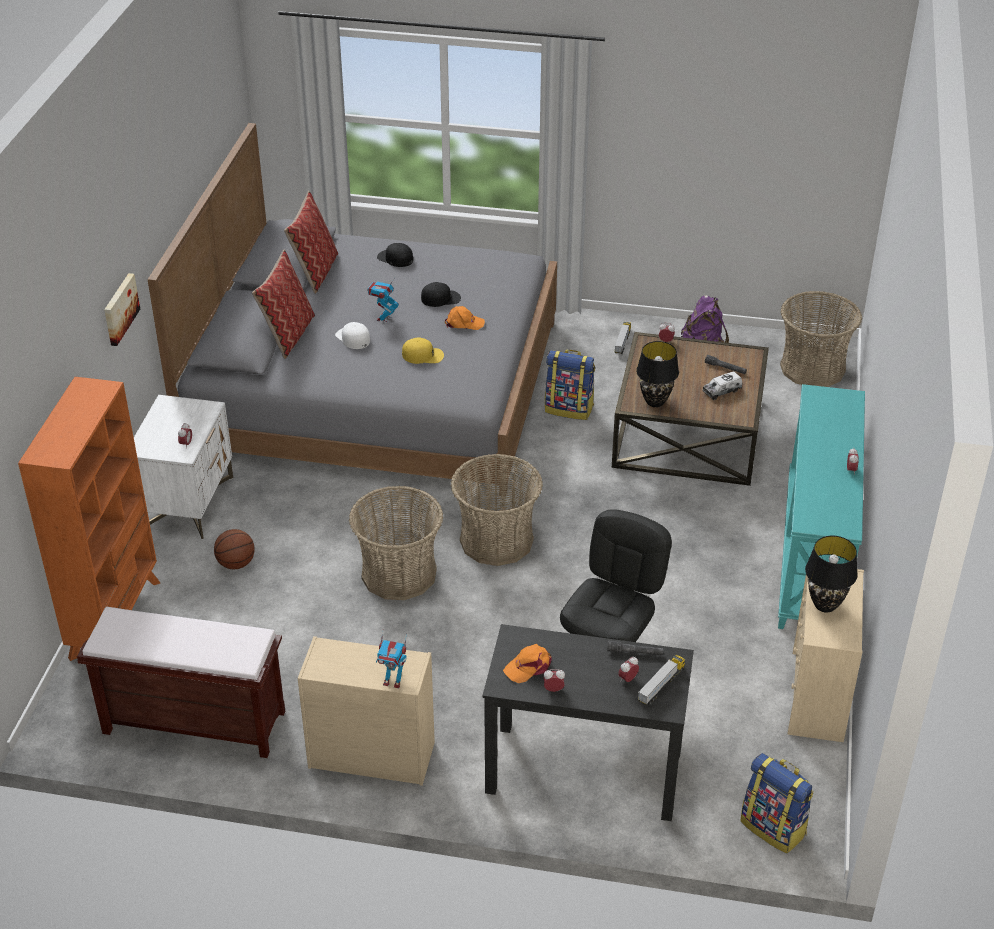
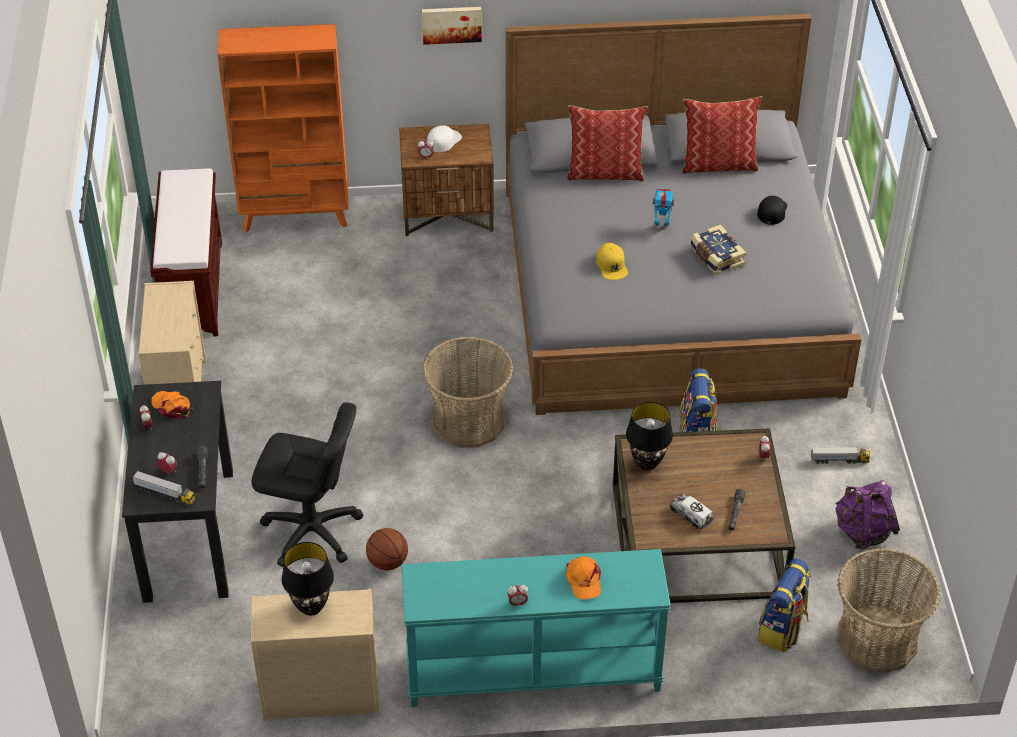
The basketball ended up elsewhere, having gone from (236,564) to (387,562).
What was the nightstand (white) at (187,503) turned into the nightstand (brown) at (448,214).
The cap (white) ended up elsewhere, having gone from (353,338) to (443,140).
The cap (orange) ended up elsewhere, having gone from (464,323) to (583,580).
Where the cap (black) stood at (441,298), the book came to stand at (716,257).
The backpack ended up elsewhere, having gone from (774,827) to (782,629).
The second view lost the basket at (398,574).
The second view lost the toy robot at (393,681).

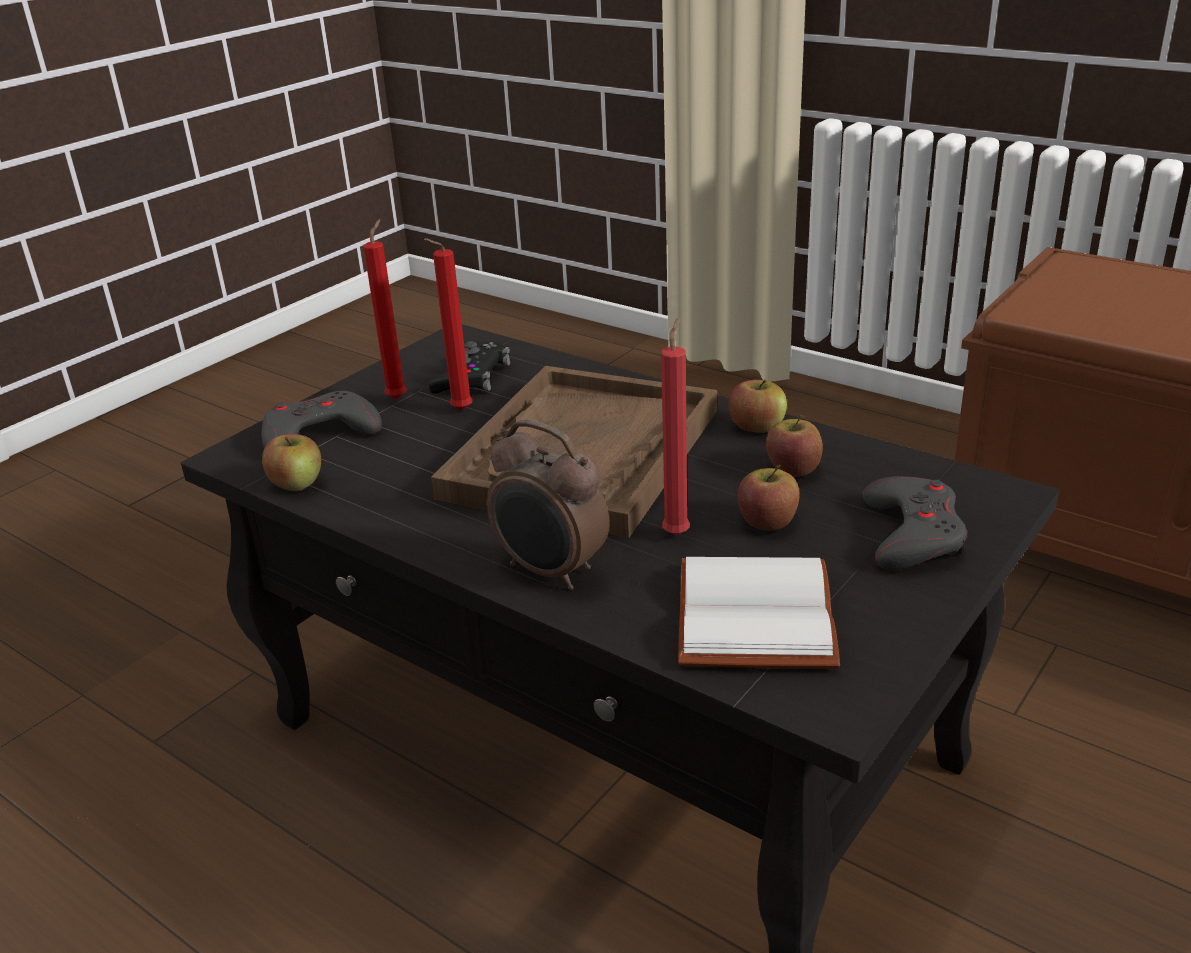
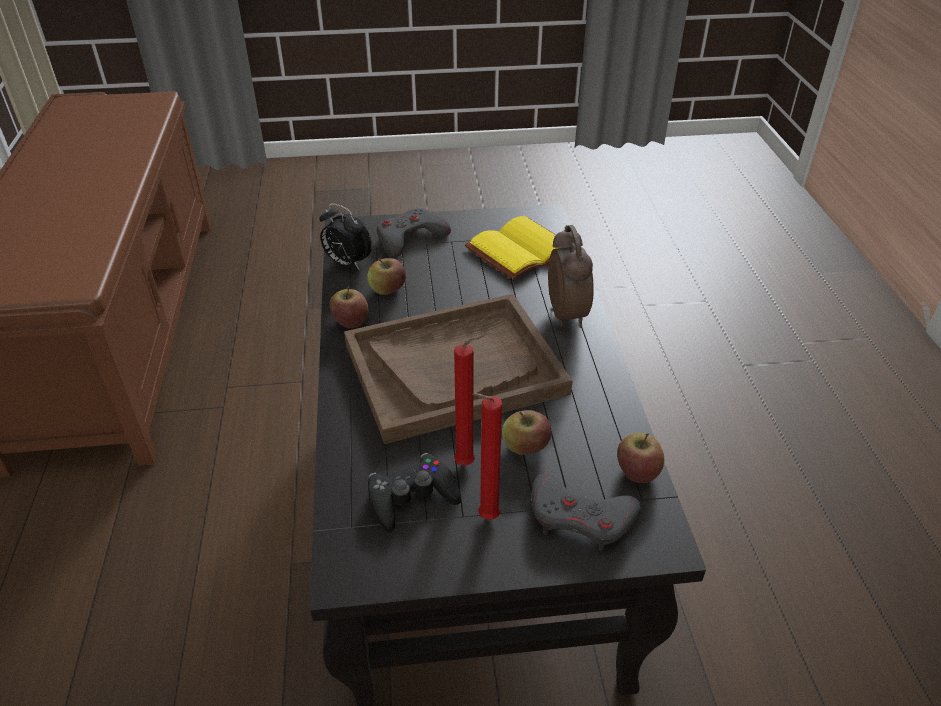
The second view gained the alarm clock at (347,263).
What was the book (white) at (760,618) turned into the book (yellow) at (519,248).
The apple ended up elsewhere, having gone from (767,521) to (525,447).
The second view lost the candle (red) at (677,533).

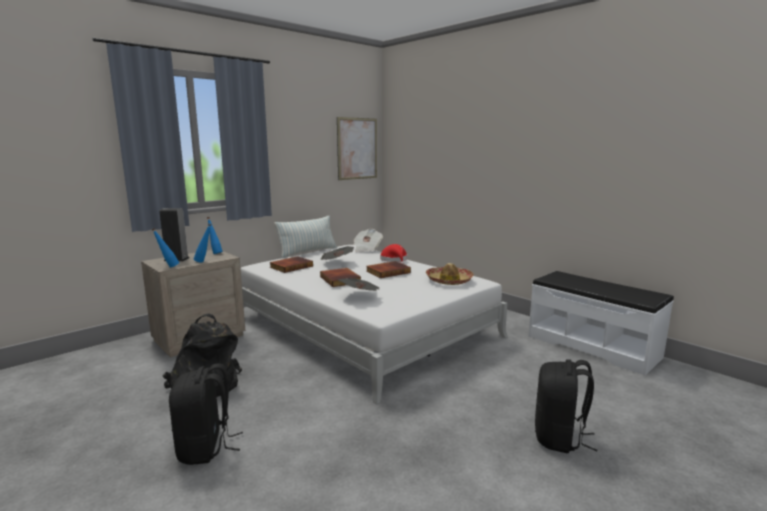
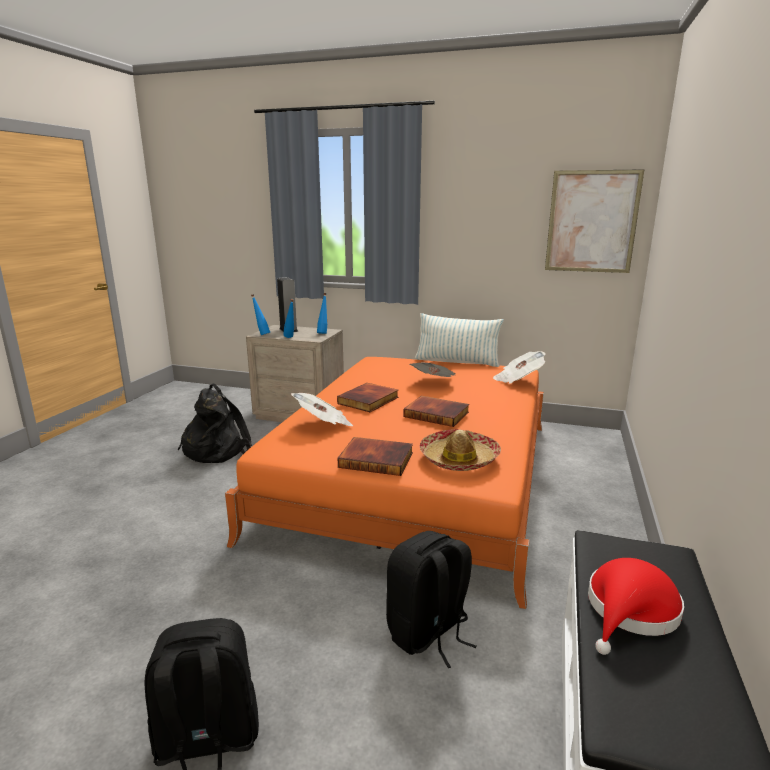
What was the bed (white) at (363,326) turned into the bed (orange) at (416,476).
The book ended up elsewhere, having gone from (291,266) to (377,459).
The backpack (black) ended up elsewhere, having gone from (206,448) to (428,633).
The hat (red) ended up elsewhere, having gone from (394,260) to (630,611).

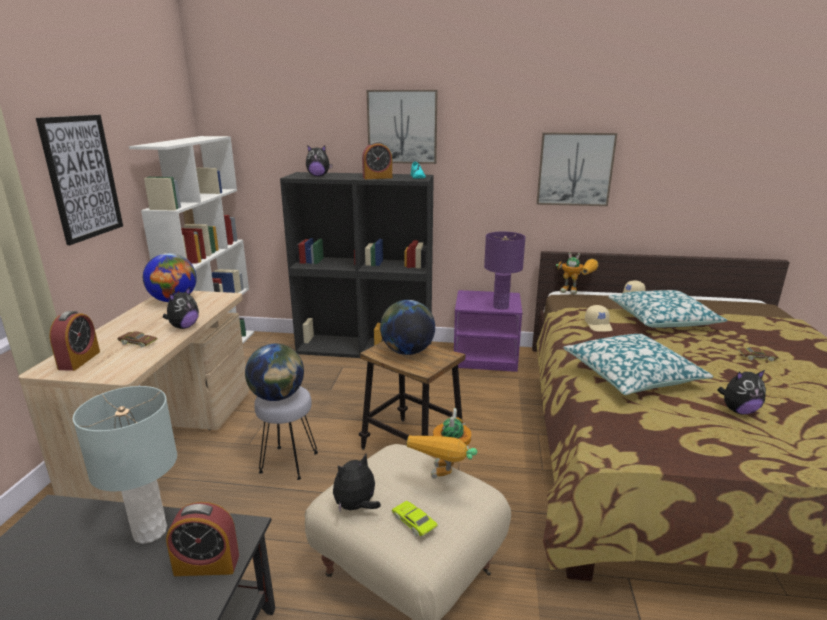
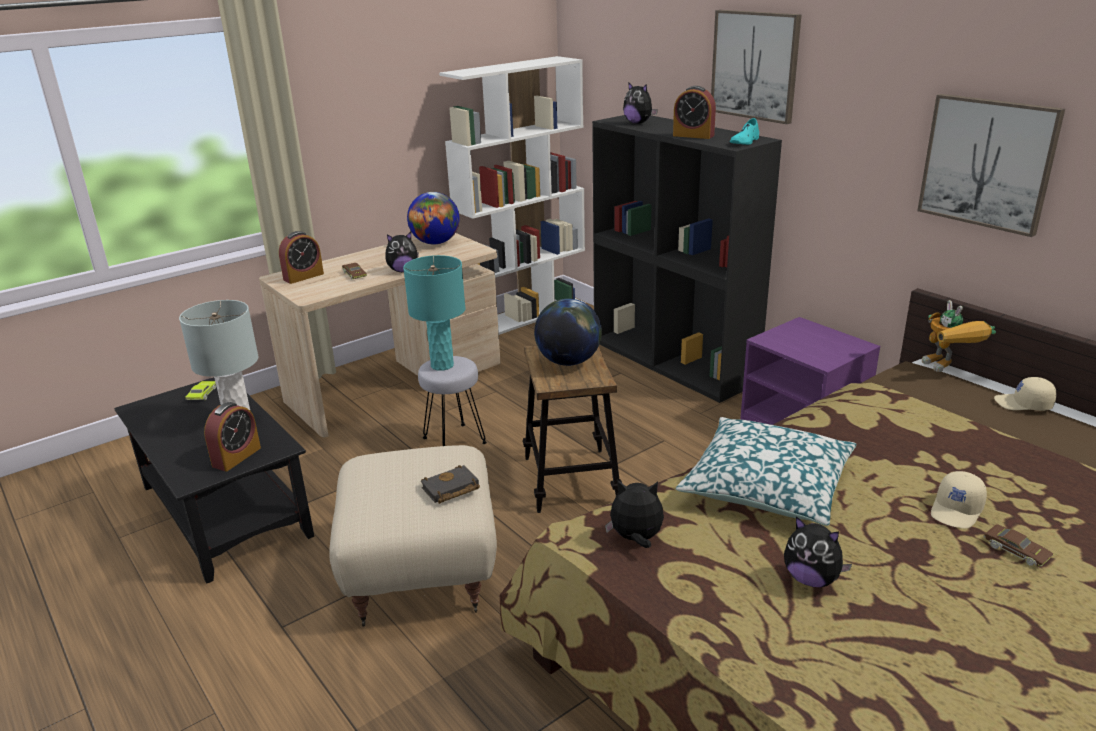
The toy car (green) ended up elsewhere, having gone from (414,522) to (202,394).
The alarm clock at (207,564) ended up facing another way, 105 degrees counterclockwise from before.
Where the globe stood at (277,396), the table lamp (turquoise) came to stand at (442,365).
Where the toy robot stood at (446,479), the book (black) came to stand at (450,490).
The plush toy ended up elsewhere, having gone from (356,507) to (636,539).
The cap (beige) ended up elsewhere, having gone from (598,325) to (957,511).
The second view lost the picture at (82,178).
The second view lost the table lamp (purple) at (501,306).
The second view lost the pillow at (661,319).

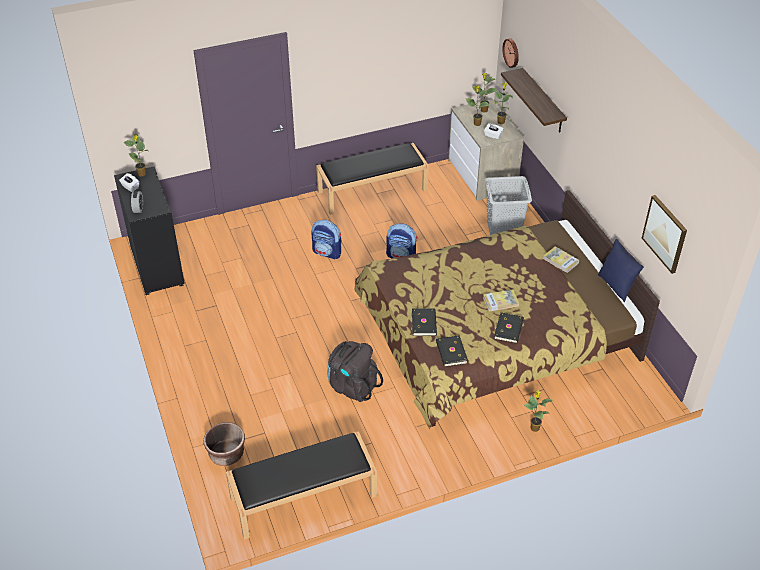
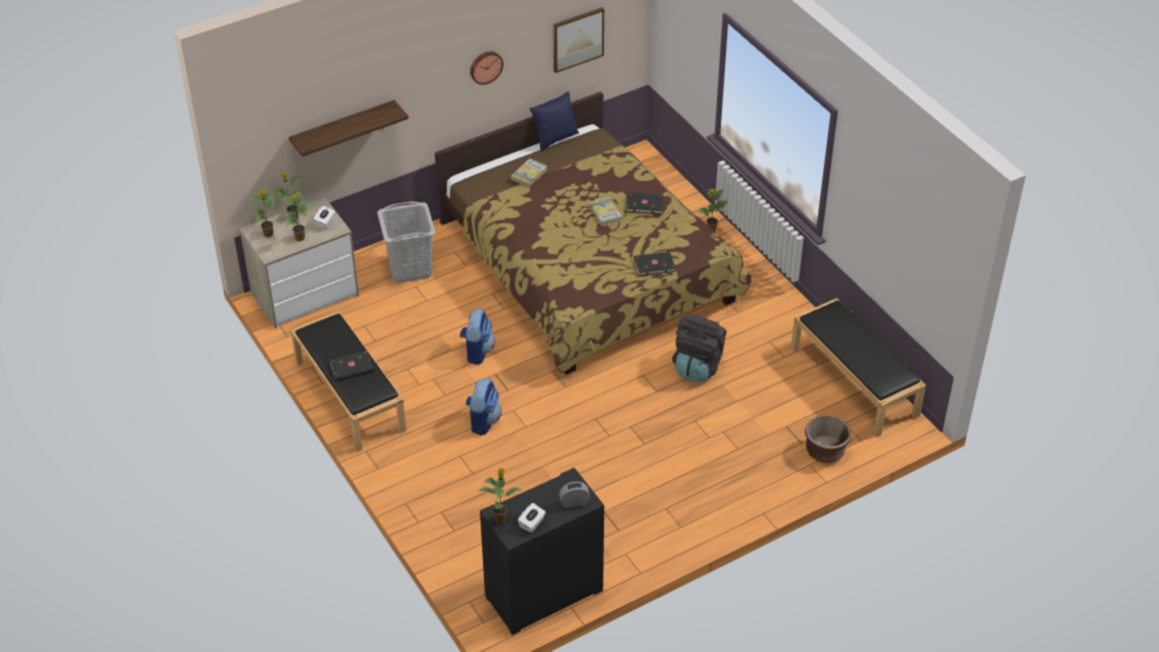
The book (black) ended up elsewhere, having gone from (450,352) to (352,368).
The wall clock ended up elsewhere, having gone from (512,52) to (485,67).

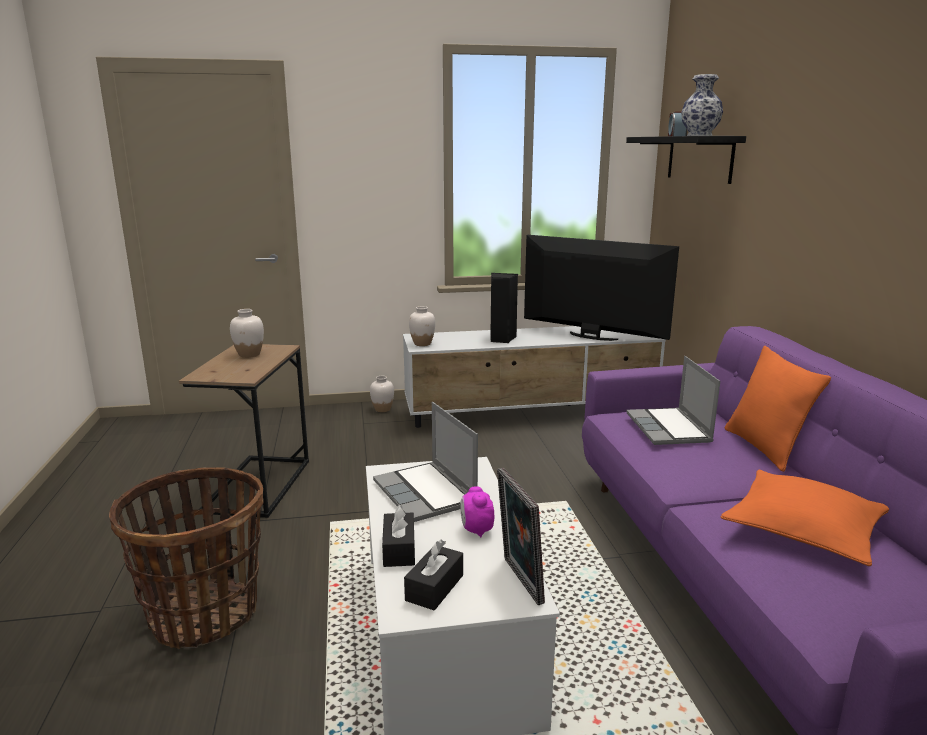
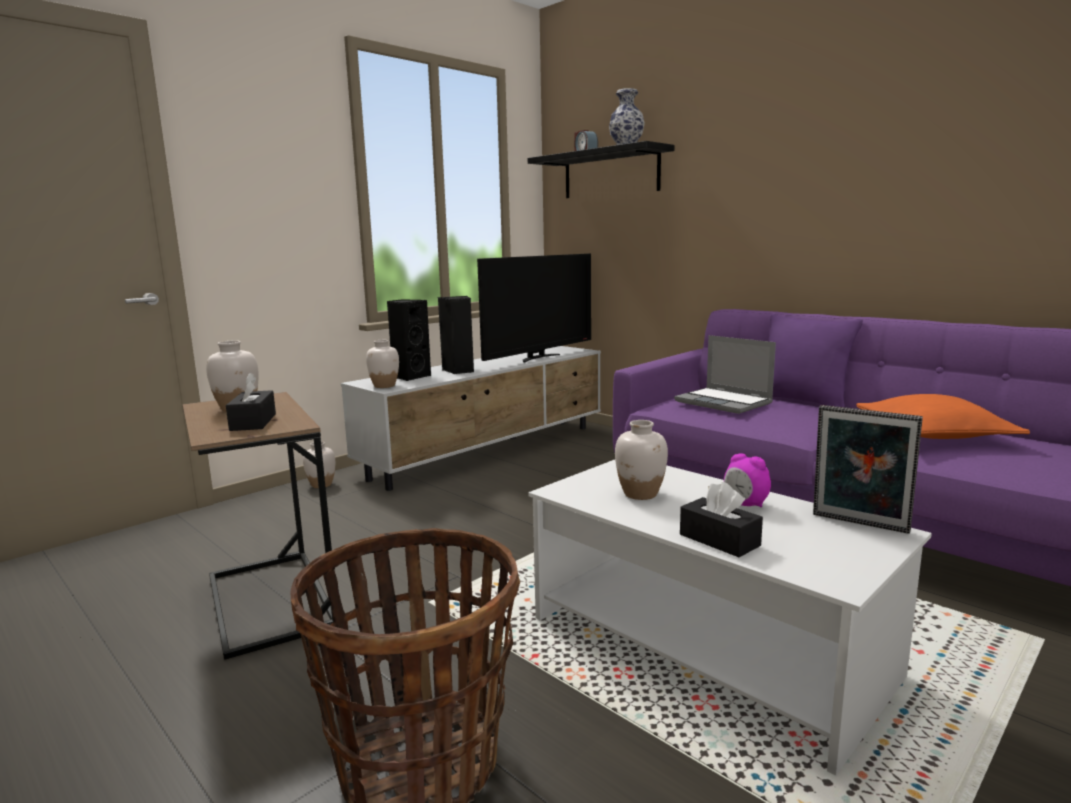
The tissue box (black) ended up elsewhere, having gone from (434,587) to (253,422).
The second view gained the speaker (black) at (410,376).
The television at (591,337) ended up facing another way, 135 degrees clockwise from before.
Where the laptop stood at (426,494), the vase (white) came to stand at (640,494).
What was the pillow (orange) at (764,448) turned into the pillow (purple) at (802,401).

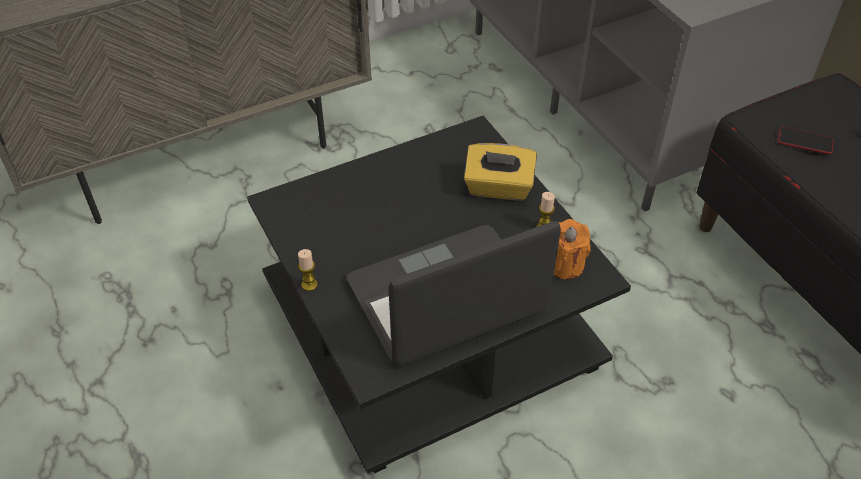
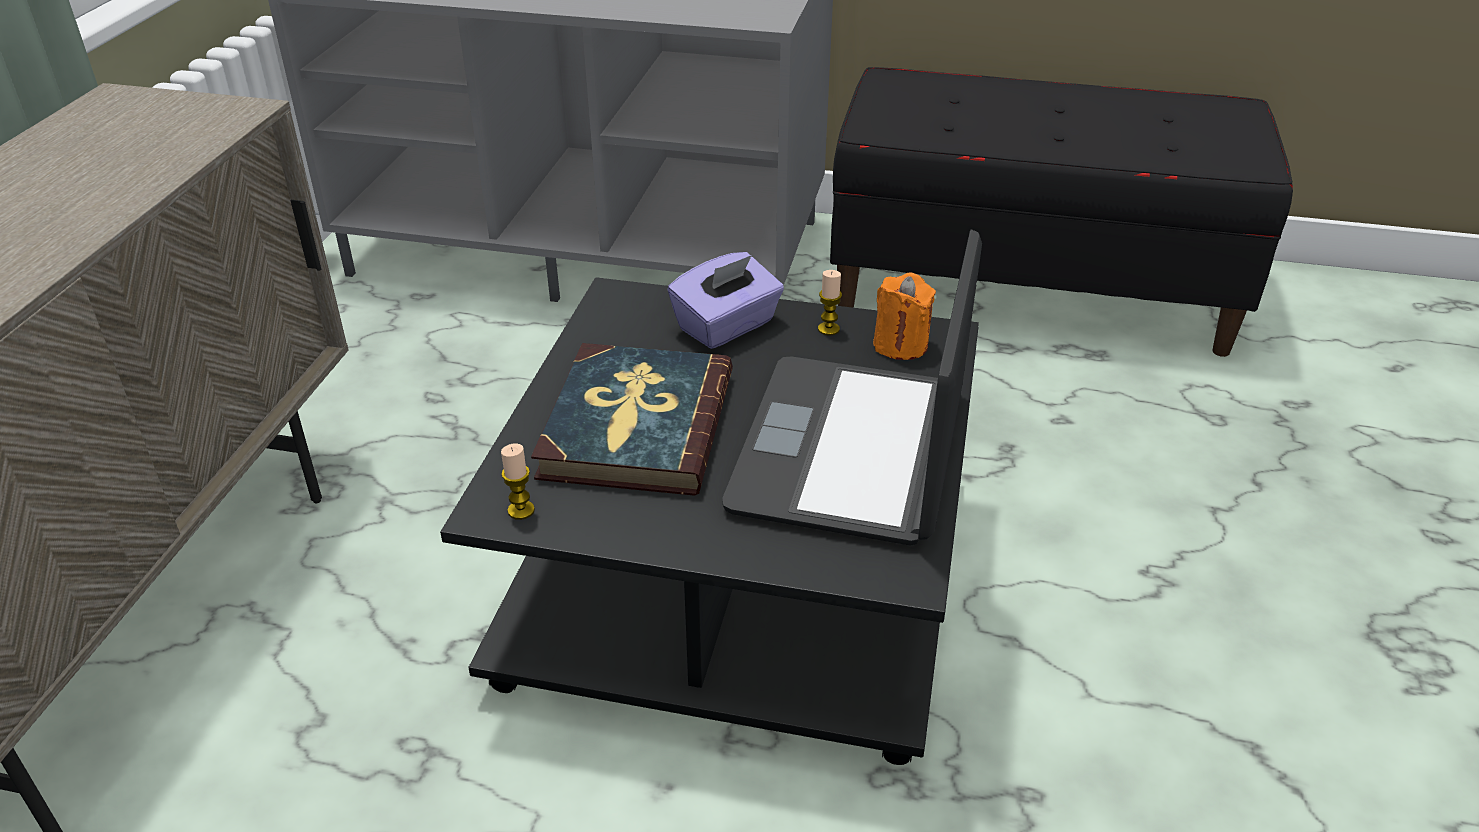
The candle ended up elsewhere, having gone from (309,284) to (521,510).
The second view gained the book at (636,425).
What was the tissue box (yellow) at (498,188) turned into the tissue box (purple) at (727,326).
The second view lost the phone at (805,141).

